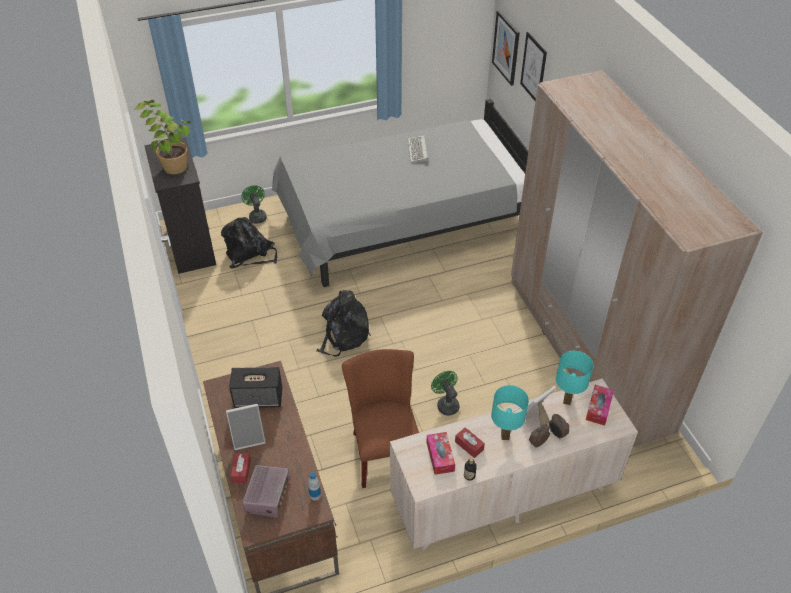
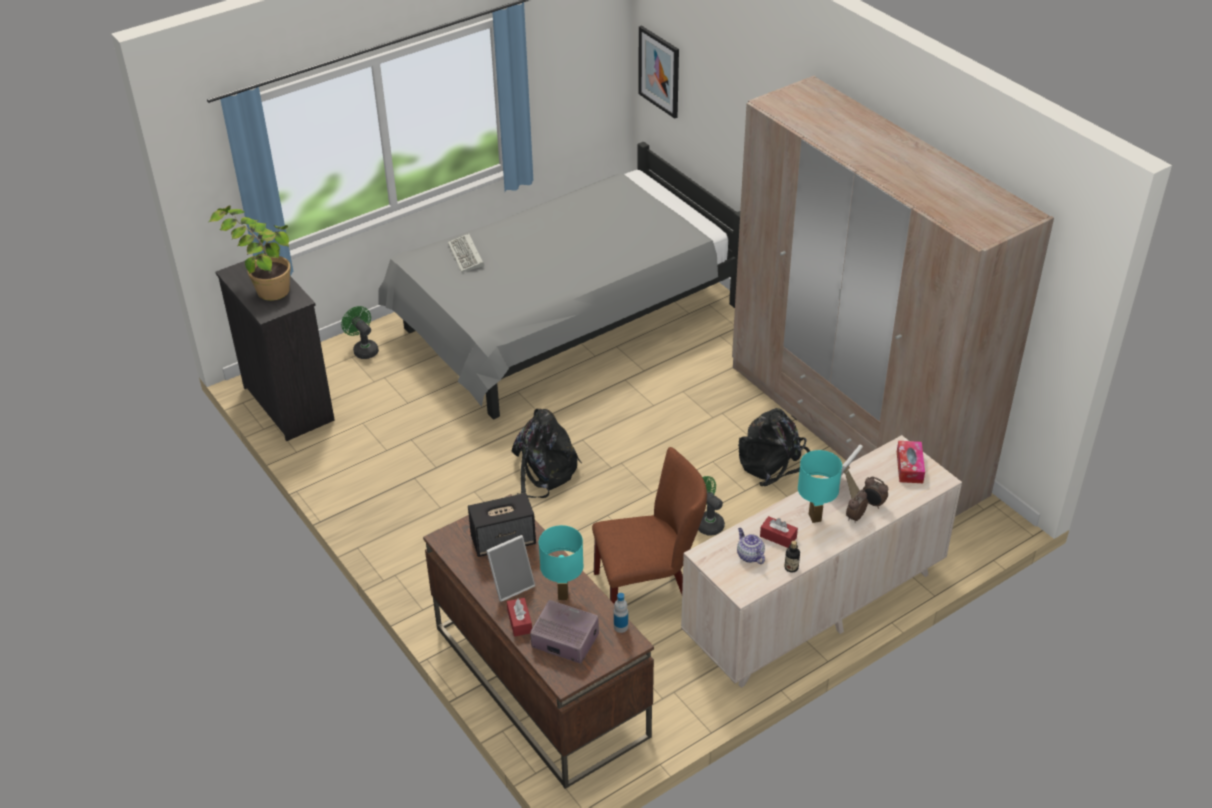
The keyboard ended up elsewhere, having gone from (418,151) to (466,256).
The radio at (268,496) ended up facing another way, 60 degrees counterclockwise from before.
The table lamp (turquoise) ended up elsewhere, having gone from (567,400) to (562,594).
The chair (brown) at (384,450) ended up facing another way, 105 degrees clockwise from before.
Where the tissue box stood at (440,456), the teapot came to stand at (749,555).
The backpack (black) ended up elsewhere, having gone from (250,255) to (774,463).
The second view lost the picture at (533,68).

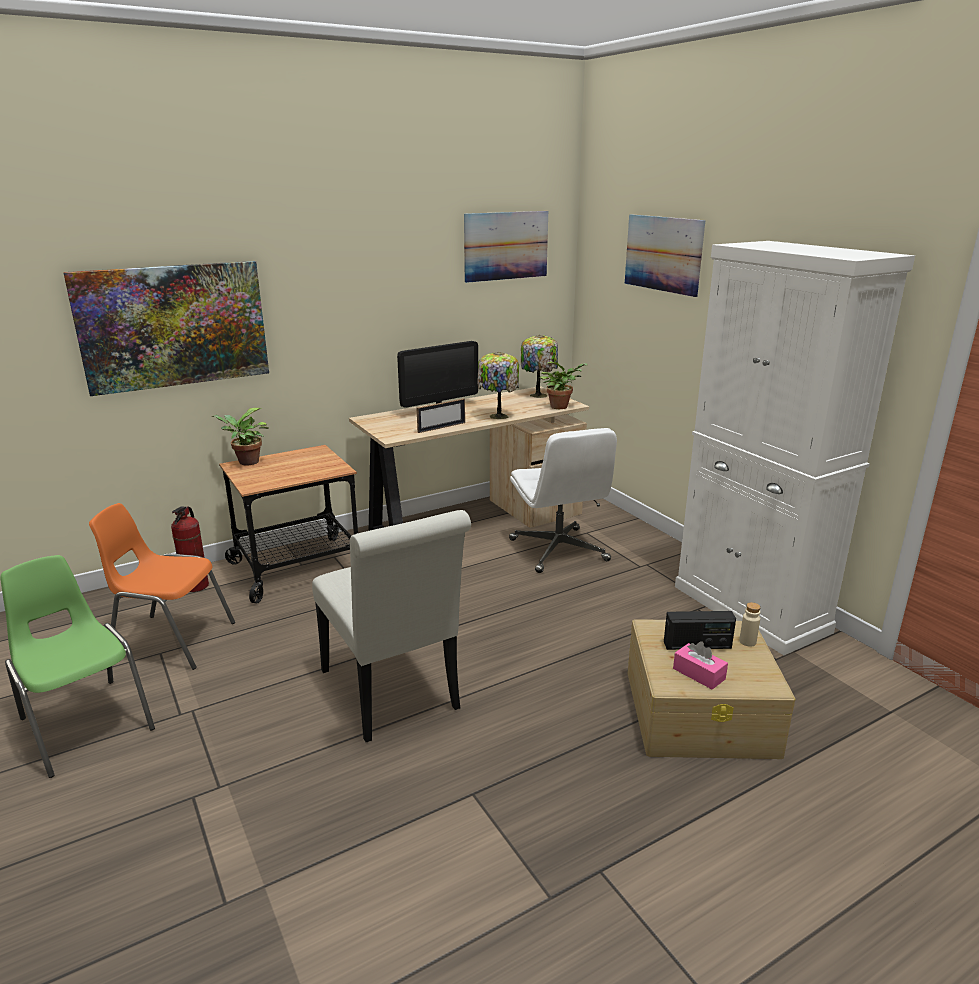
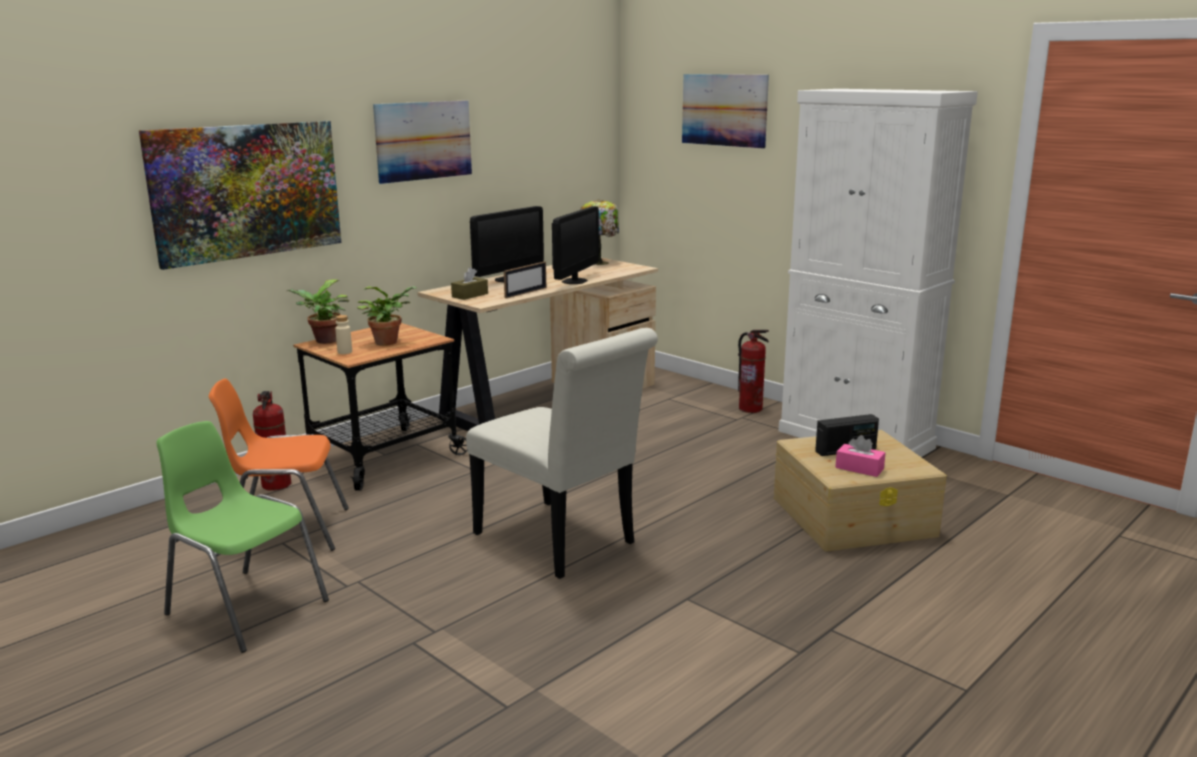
The bottle (beige) ended up elsewhere, having gone from (747,641) to (345,352).
The potted plant ended up elsewhere, having gone from (561,406) to (389,342).
The picture ended up elsewhere, having gone from (506,246) to (423,140).
The second view gained the tissue box (brown) at (470,295).
Where the table lamp stood at (497,416), the monitor came to stand at (574,281).
The second view gained the fire extinguisher at (751,408).
The second view lost the office chair (white) at (559,551).

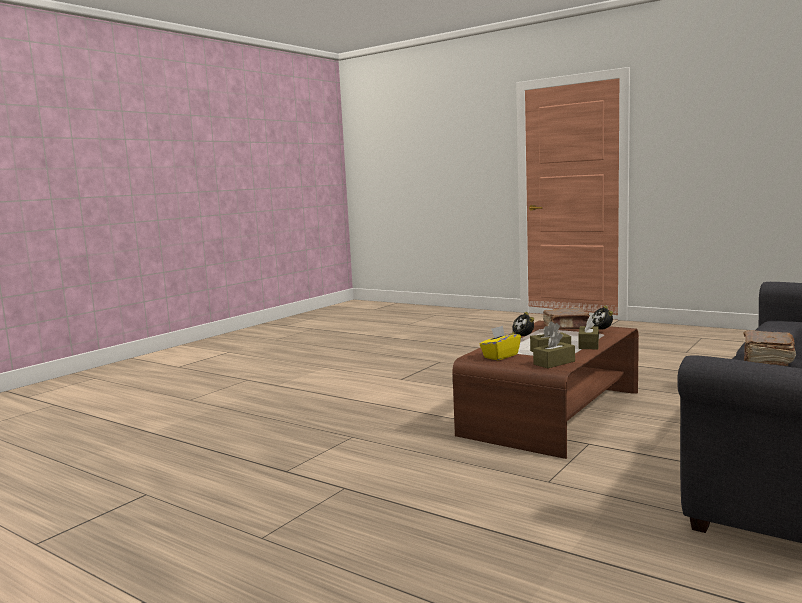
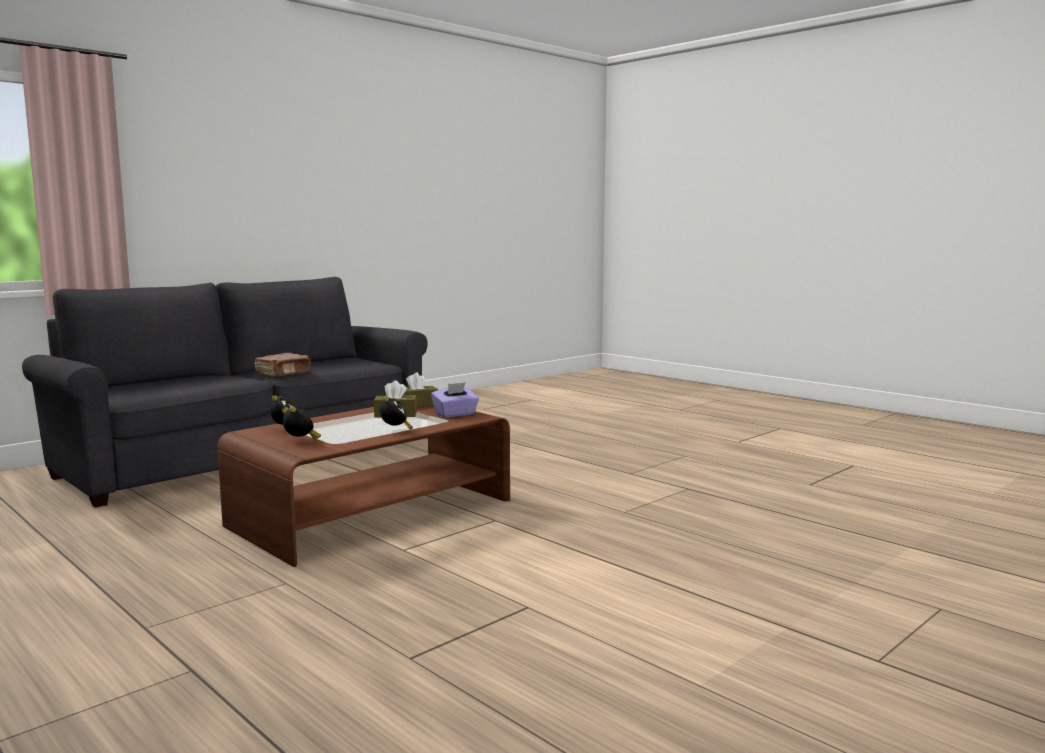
Where the book (brown) stood at (567,327), the alarm clock came to stand at (300,441).
What was the tissue box (yellow) at (500,356) turned into the tissue box (purple) at (455,414).
The second view lost the tissue box (brown) at (588,345).

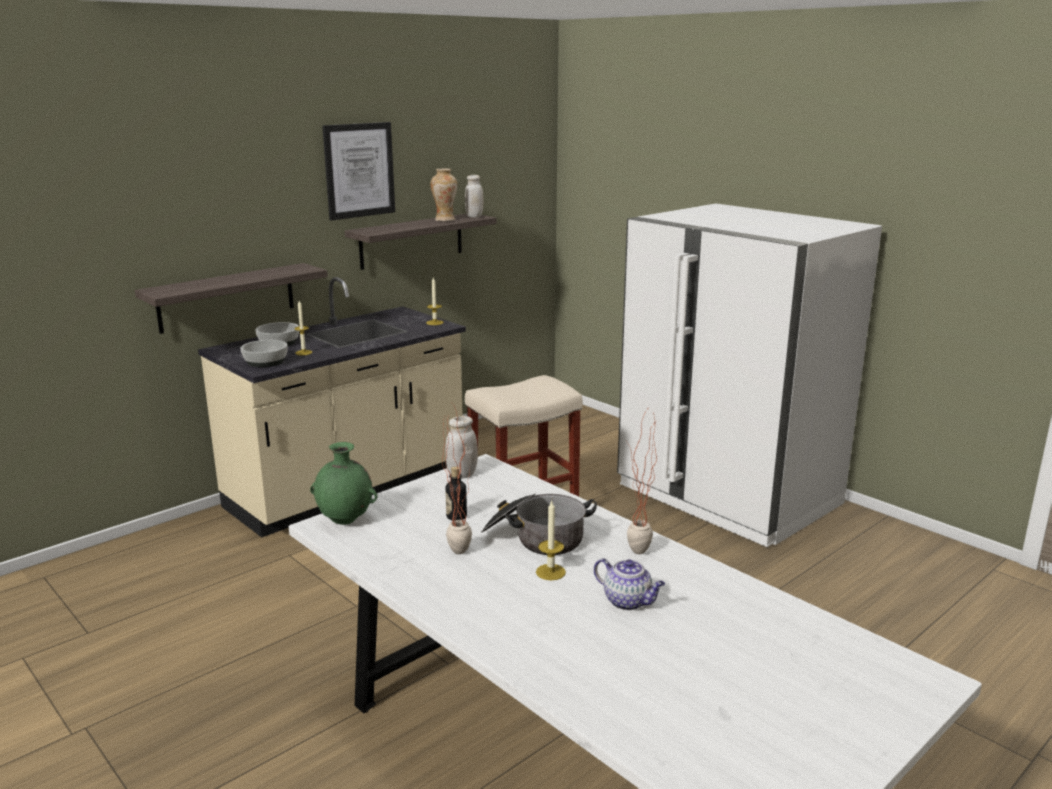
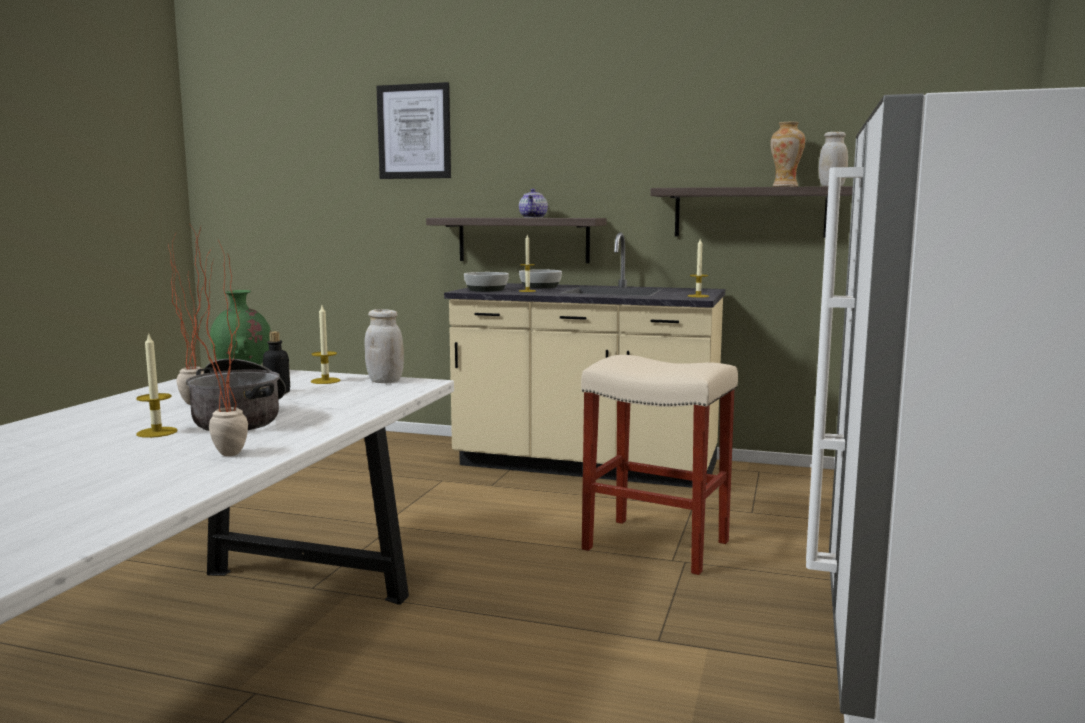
The second view gained the candle at (325,381).
The picture ended up elsewhere, having gone from (359,170) to (414,131).
The teapot ended up elsewhere, having gone from (628,601) to (533,217).

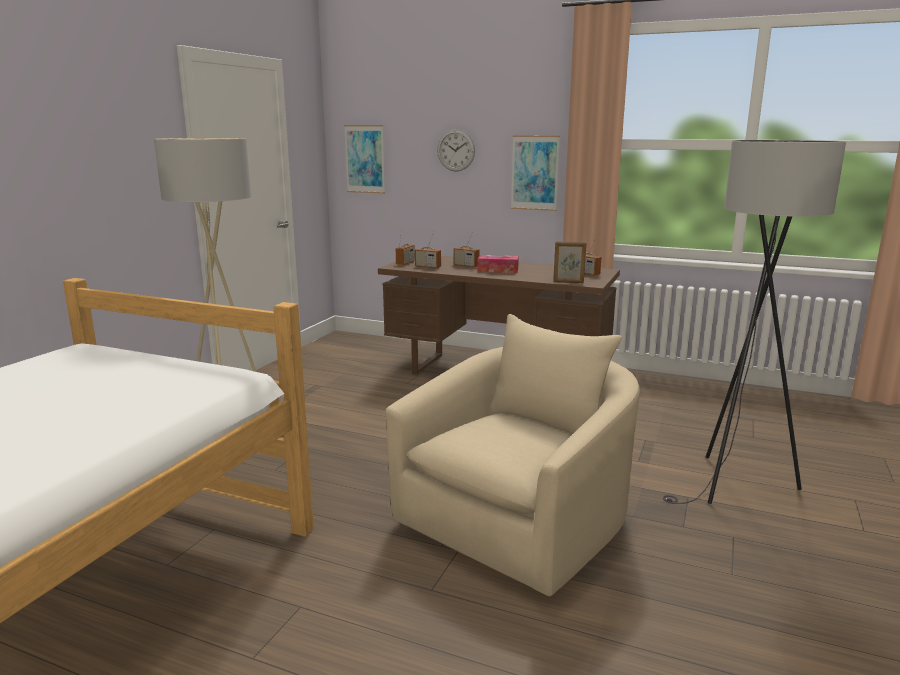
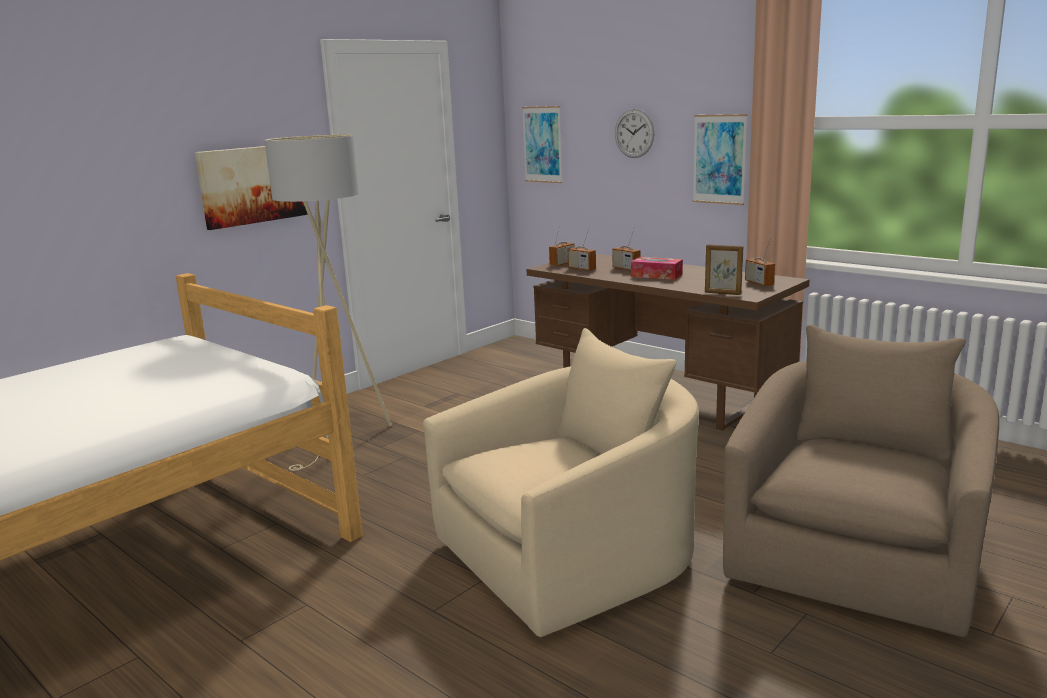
The second view gained the picture at (253,185).
Where the floor lamp (grey) stood at (735,486), the armchair (beige) came to stand at (856,558).

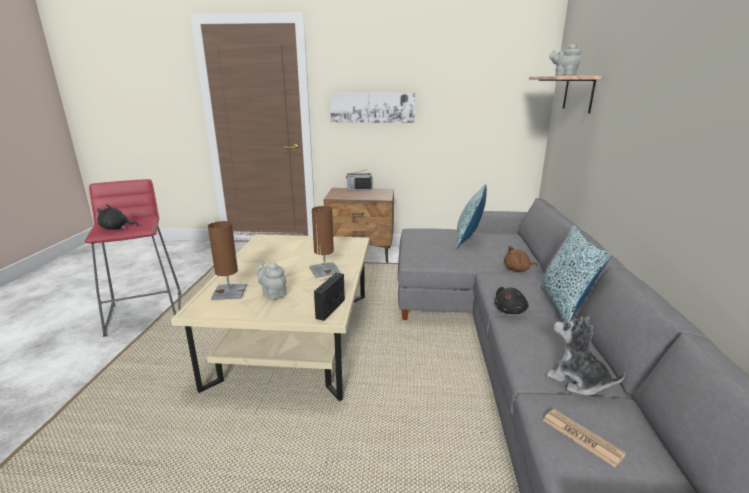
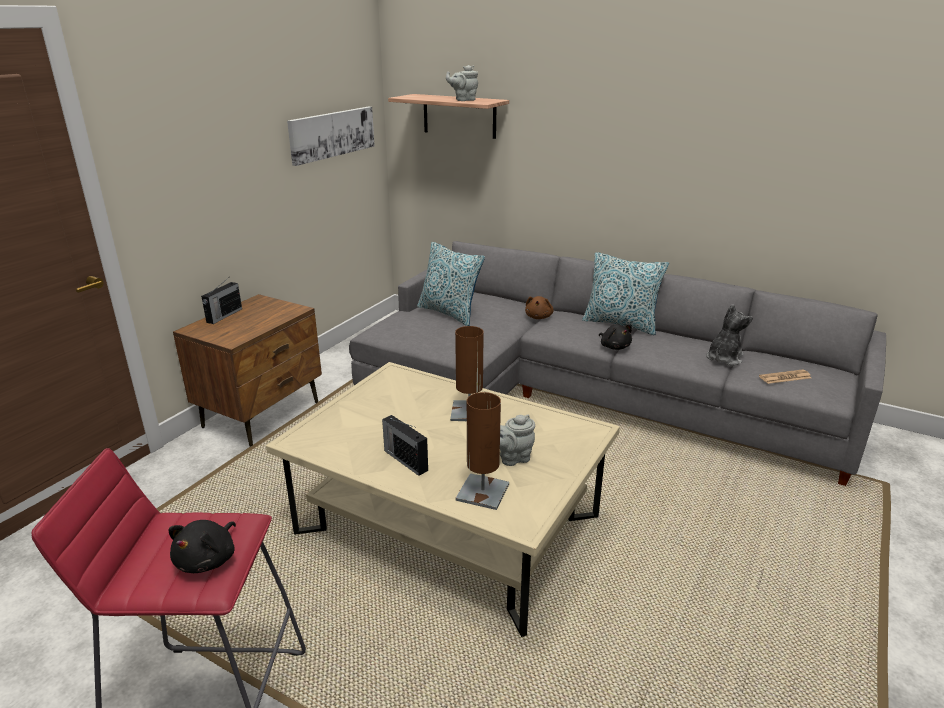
The picture ended up elsewhere, having gone from (372,107) to (332,134).
The radio ended up elsewhere, having gone from (331,308) to (405,460).
The plush toy at (577,380) ended up facing another way, 150 degrees clockwise from before.

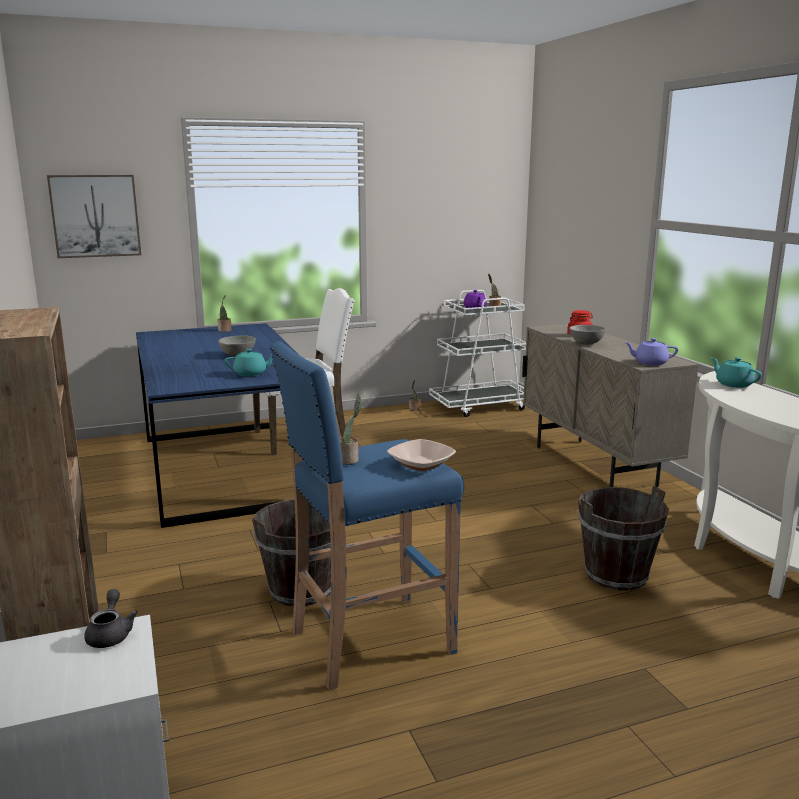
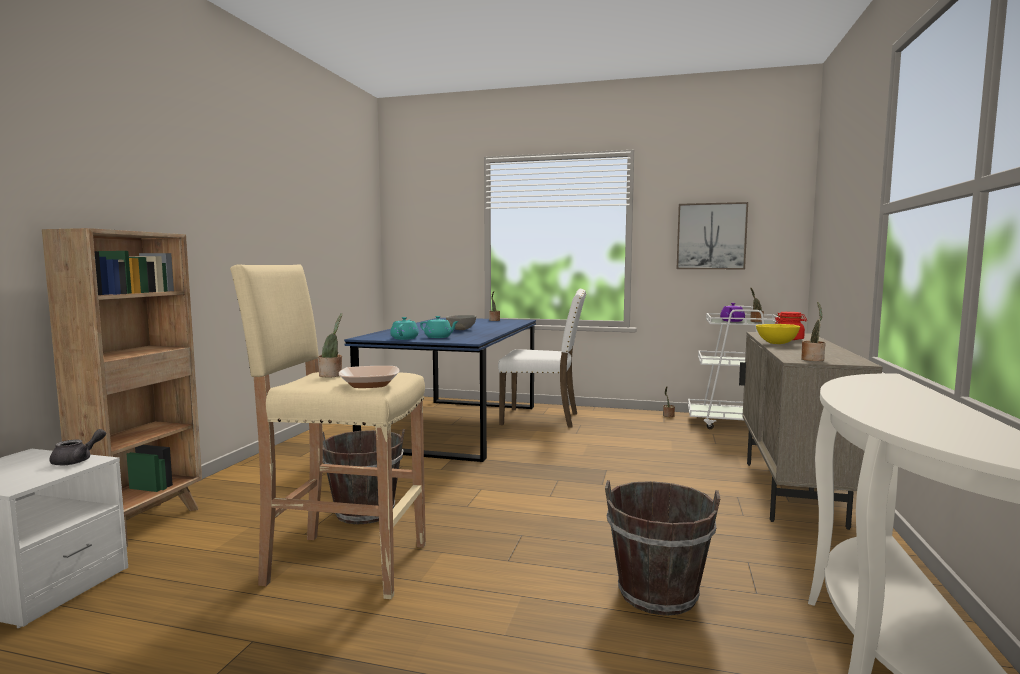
What was the stool (blue) at (368,642) turned into the stool (beige) at (343,564).
The teapot (turquoise) ended up elsewhere, having gone from (733,384) to (405,338).
The picture ended up elsewhere, having gone from (95,216) to (711,236).
What was the bowl (grey) at (586,344) turned into the bowl (yellow) at (776,344).
Where the teapot (purple) stood at (649,363), the potted plant came to stand at (813,359).

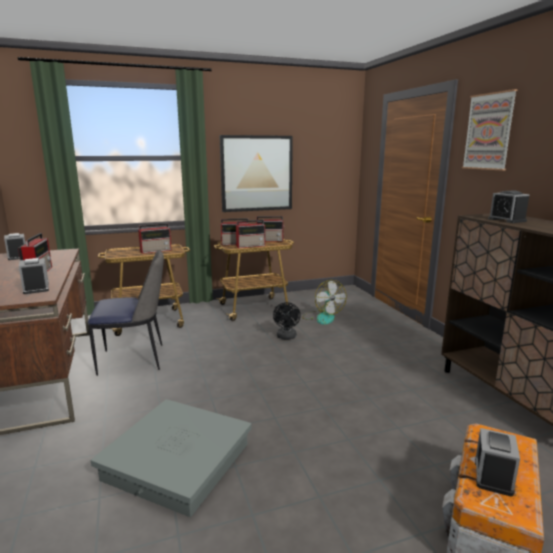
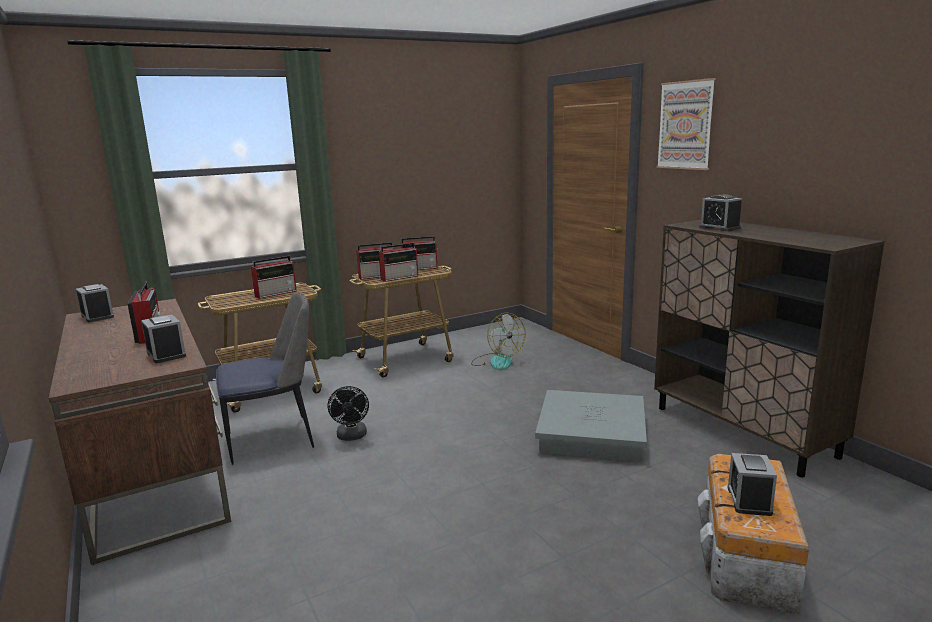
The fan (black) ended up elsewhere, having gone from (286,337) to (352,437).
The storage box (grey) ended up elsewhere, having gone from (177,461) to (590,433).
The second view lost the picture at (256,173).

